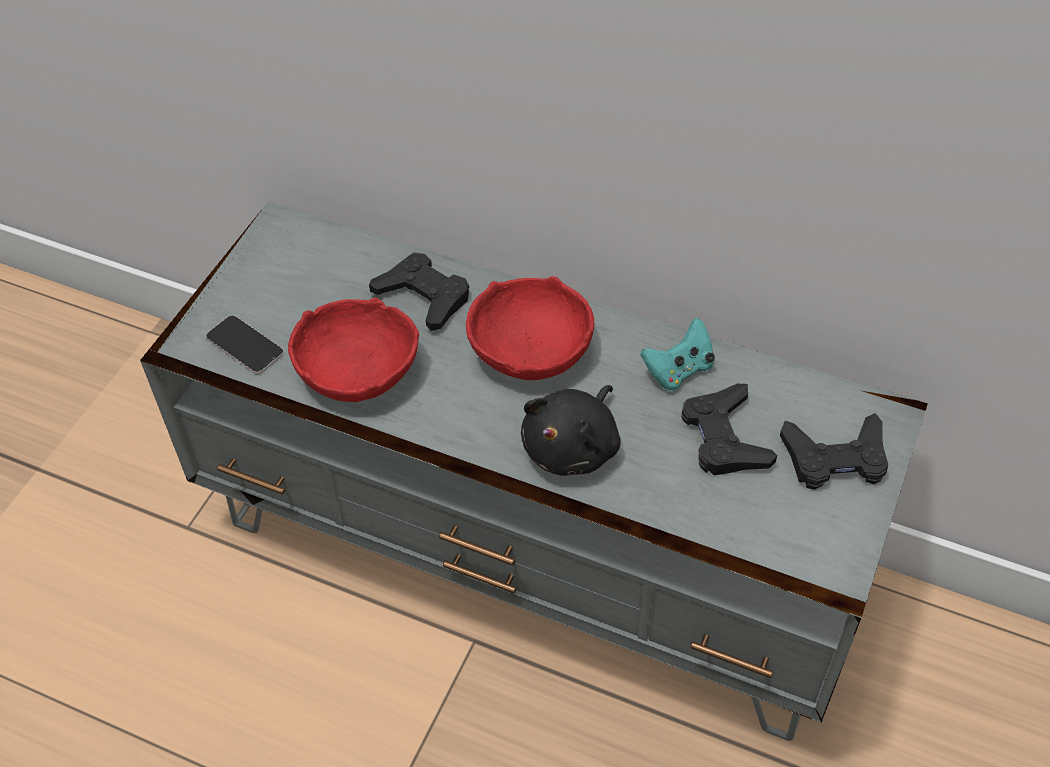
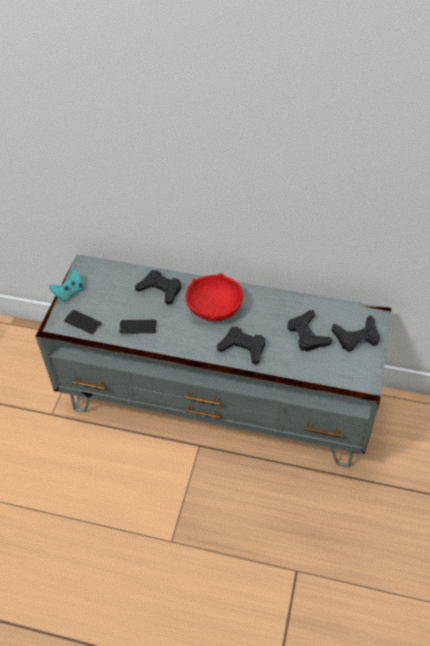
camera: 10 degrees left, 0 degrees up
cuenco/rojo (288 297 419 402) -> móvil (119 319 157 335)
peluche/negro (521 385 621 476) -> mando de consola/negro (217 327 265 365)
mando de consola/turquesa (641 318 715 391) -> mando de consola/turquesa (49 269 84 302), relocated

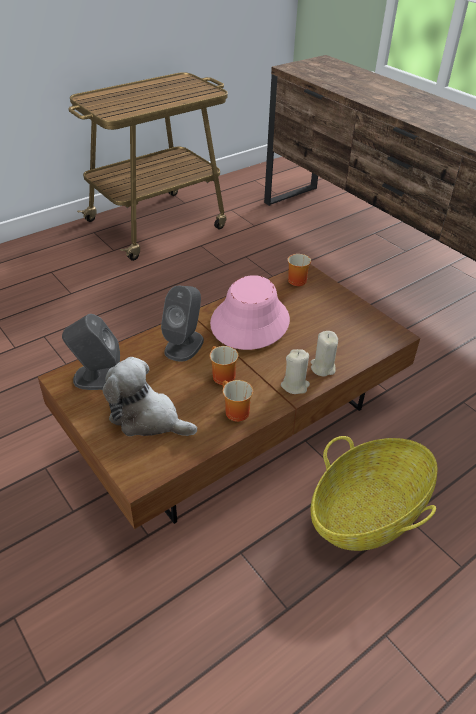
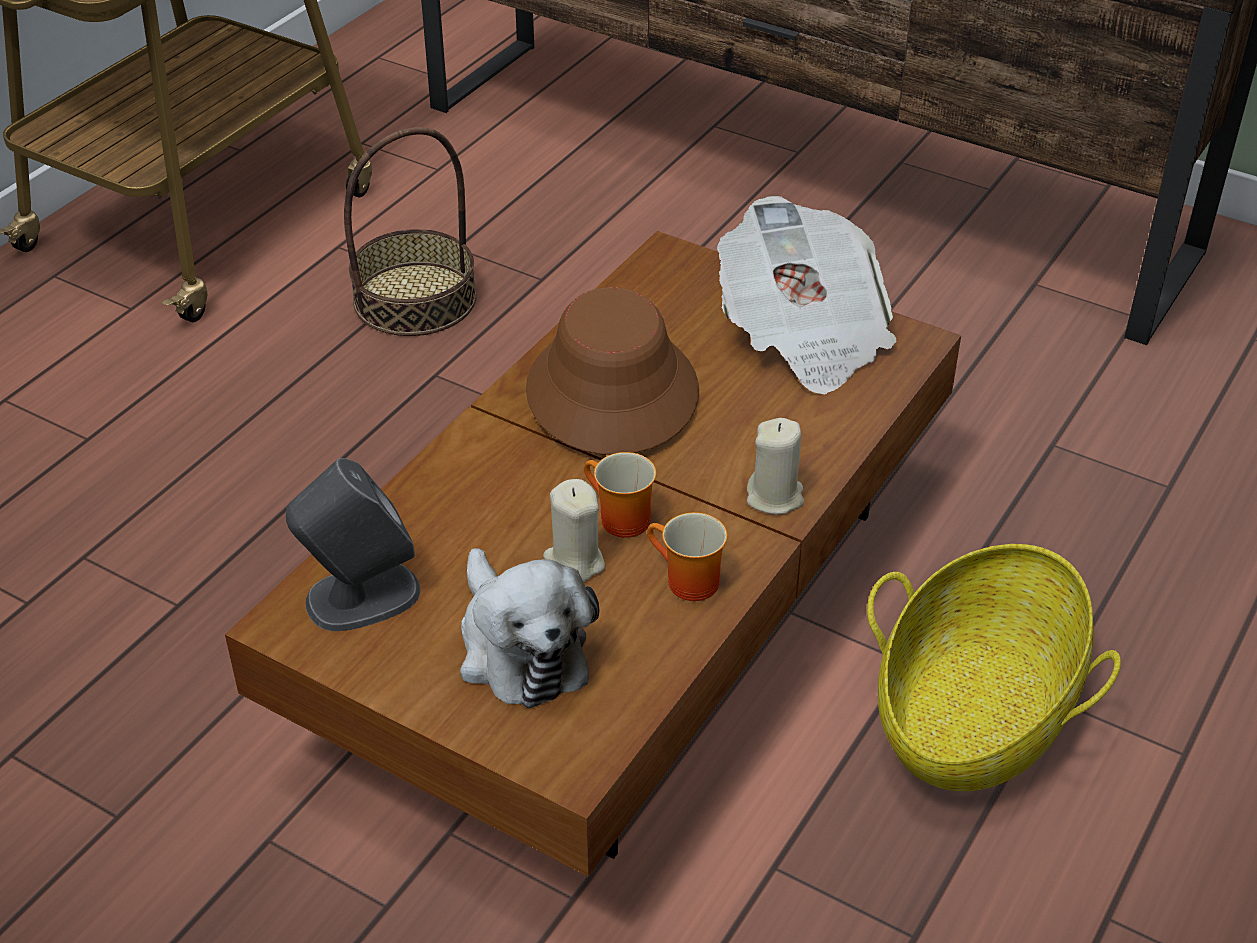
camera: 20 degrees left, 0 degrees up
peluche (102 357 197 436) -> peluche (460 548 599 708), 120 degrees counterclockwise
altavoz/gris (161 286 204 362) -> none
sombrero/rosa (210 275 290 350) -> sombrero/marrón (526 287 699 455)
taza grande (288 254 311 286) -> none
vela/beis (311 331 338 376) -> vela/beis (543 479 605 582), relocated
none -> cesta (344 127 477 336)
none -> periódico (717 196 897 395)

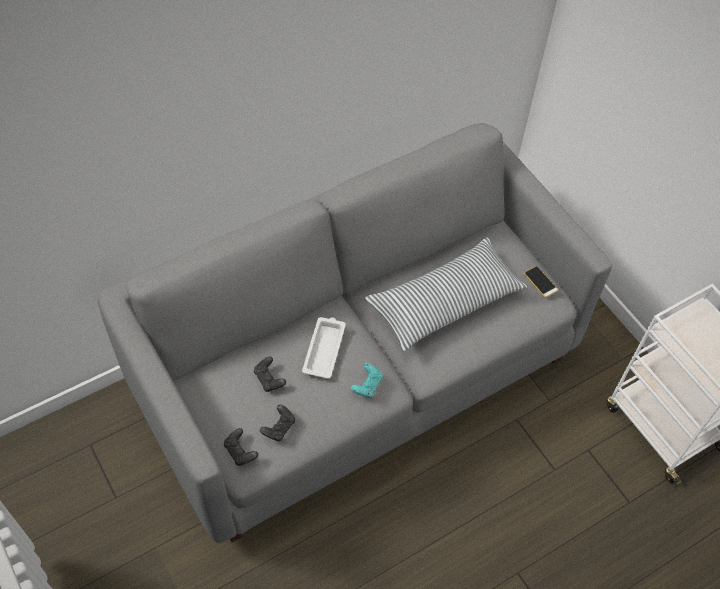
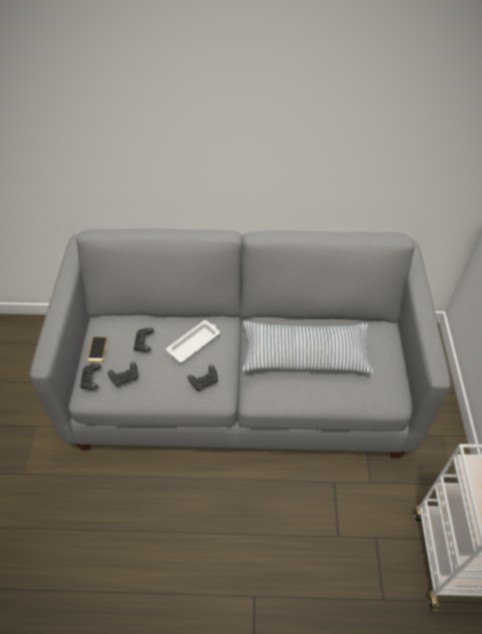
camera: 35 degrees right, 5 degrees down
mando de consola/turquesa (351 363 383 398) -> mando de consola/negro (187 365 218 391)
móvil (524 266 558 298) -> móvil (88 337 107 362), relocated

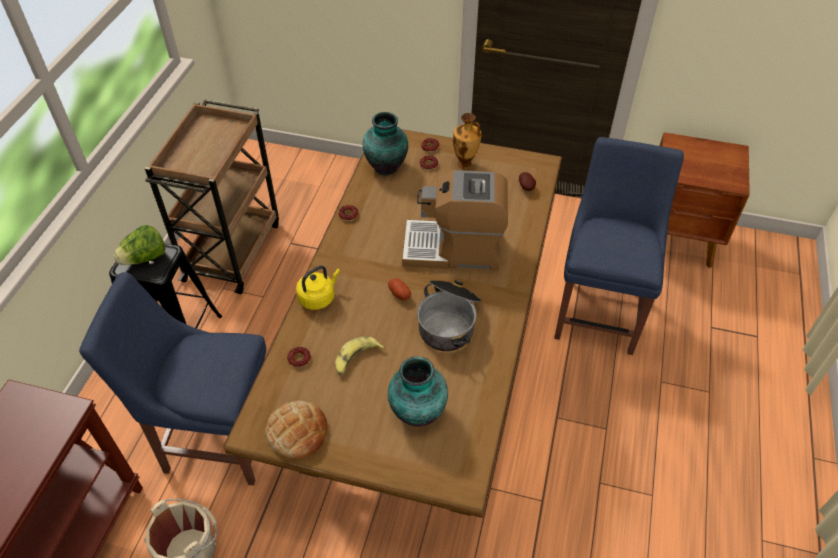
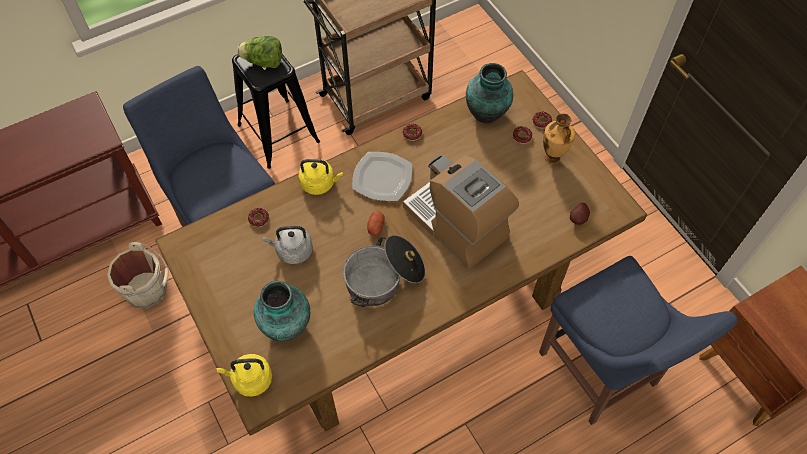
camera: 45 degrees right, 10 degrees up
pan (265 400 328 459) -> none
plátano (335 336 385 376) -> hervidor/gris (263 226 313 264)
silla/azul (554 137 684 355) -> silla/azul (539 256 738 425), 90 degrees clockwise
none -> hervidor/amarillo (217 354 272 397)
none -> plato (352 152 412 201)

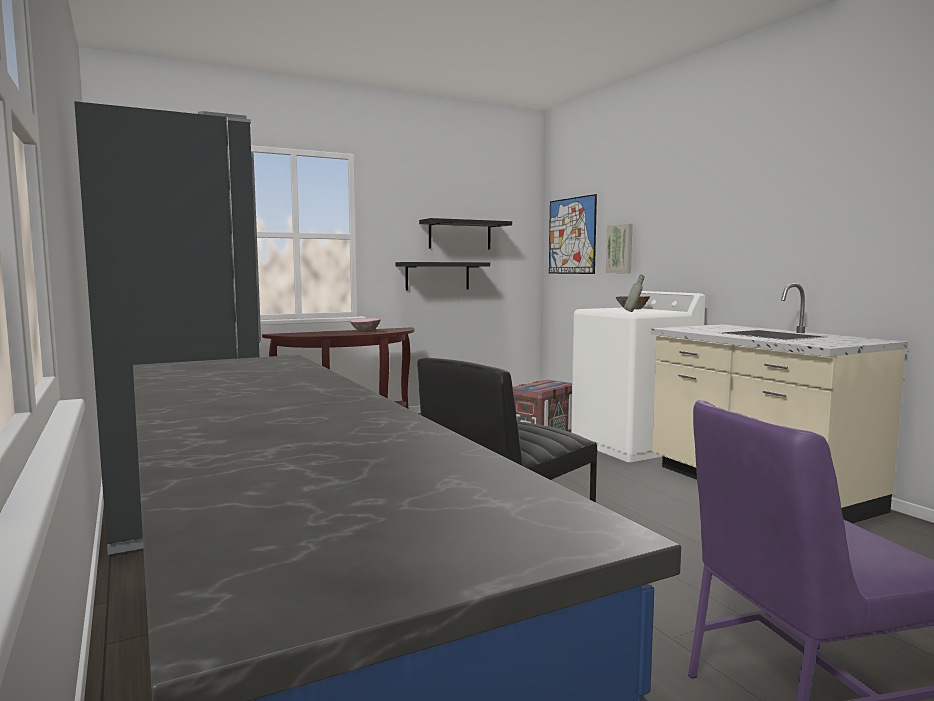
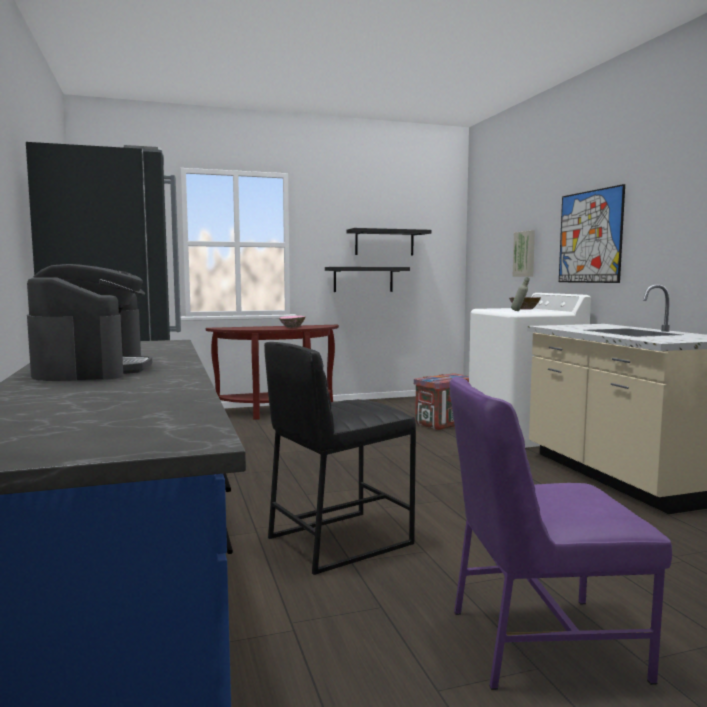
camera: 10 degrees right, 0 degrees up
cuadro (549 194 597 274) -> cuadro (559 184 625 283), relocated
none -> cafetera (27 264 152 381)

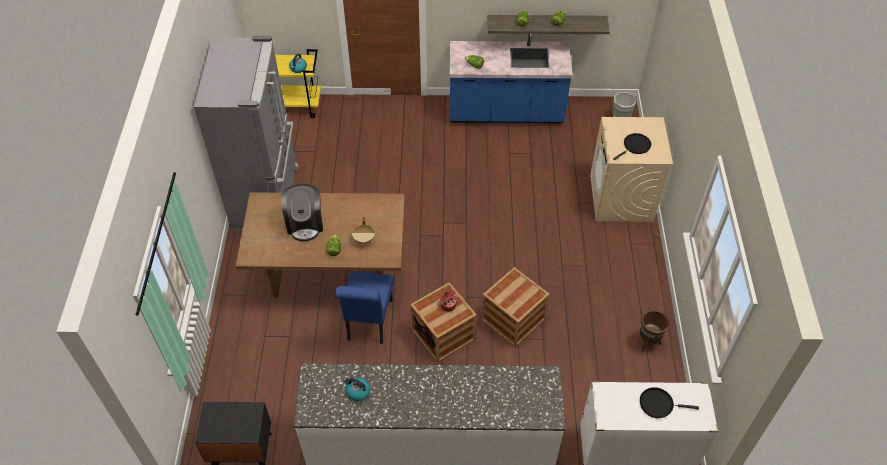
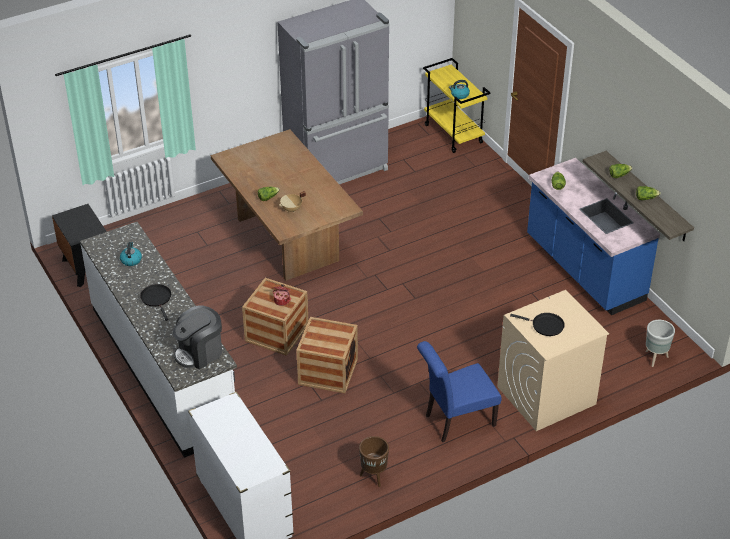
camera: 60 degrees right, 10 degrees down
cafetera (281 184 323 241) -> cafetera (173 305 222 369), relocated
silla/azul (335 271 394 344) -> silla/azul (417 341 502 442), relocated
sartén/negro (640 387 699 418) -> sartén/negro (140 284 171 321), relocated

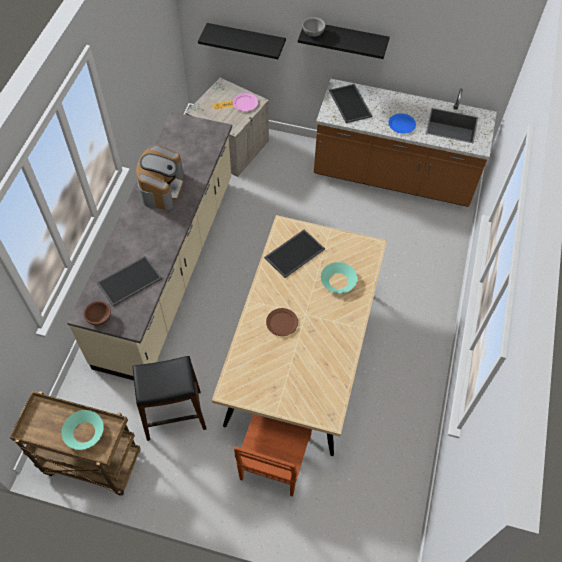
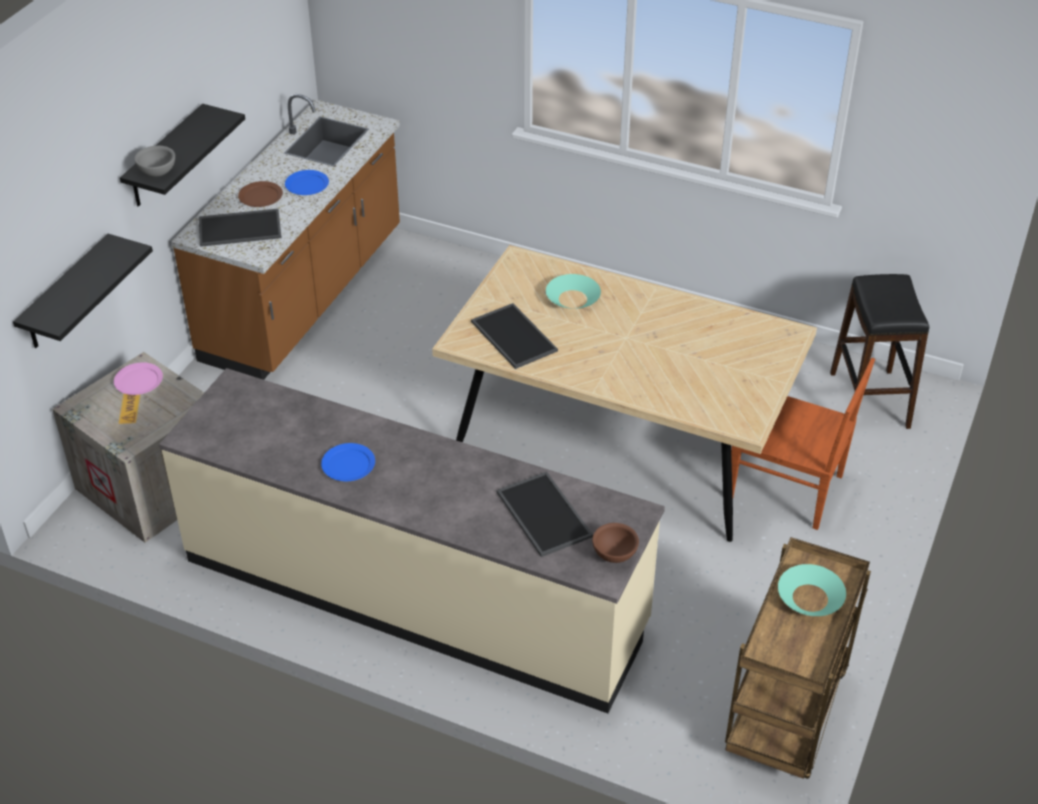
camera: 80 degrees left, 15 degrees down
taburete/negro (133 356 206 441) -> taburete/negro (830 274 929 429), relocated
cafetera (136 145 184 210) -> plato/azul (321 443 375 481)
plato/marrón (266 308 298 336) -> plato/marrón (238 181 283 207), relocated

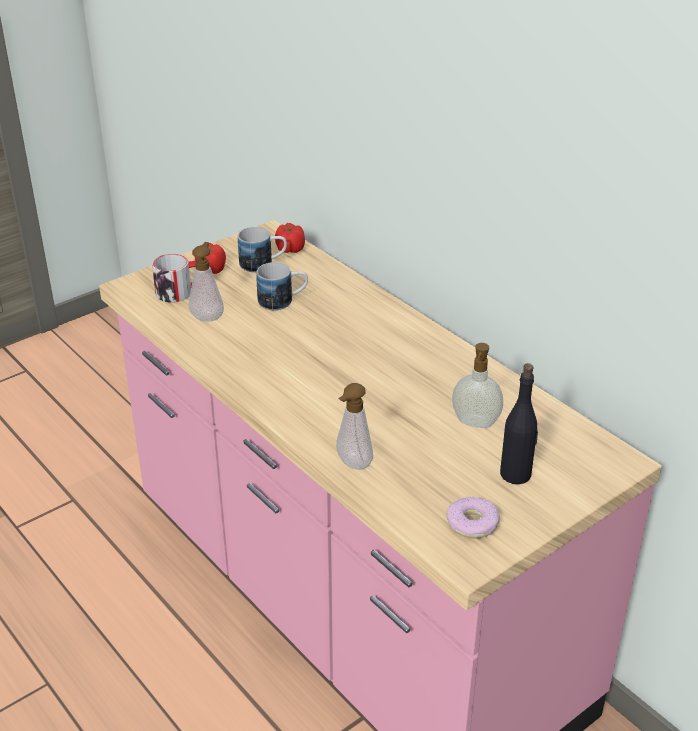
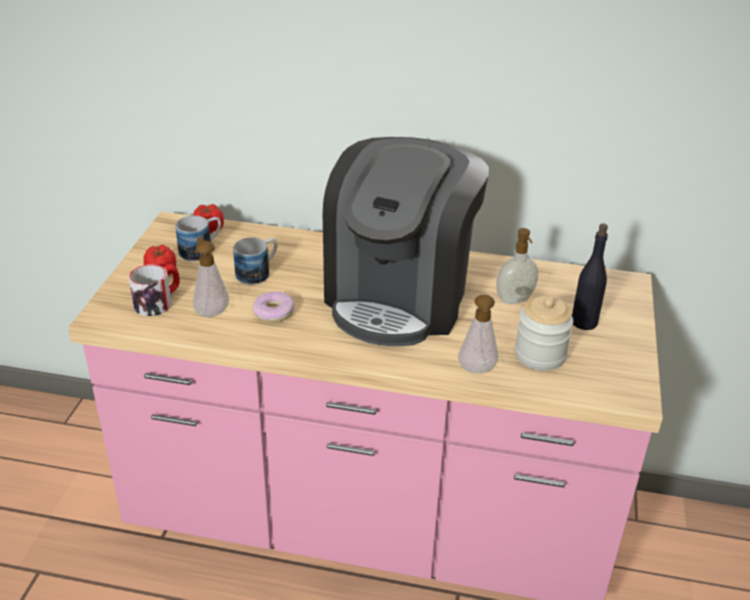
camera: 40 degrees left, 0 degrees up
rosquilla (446 497 500 539) -> rosquilla (252 291 294 322), relocated
none -> cafetera (323 137 489 346)
none -> tarro (515 296 573 371)

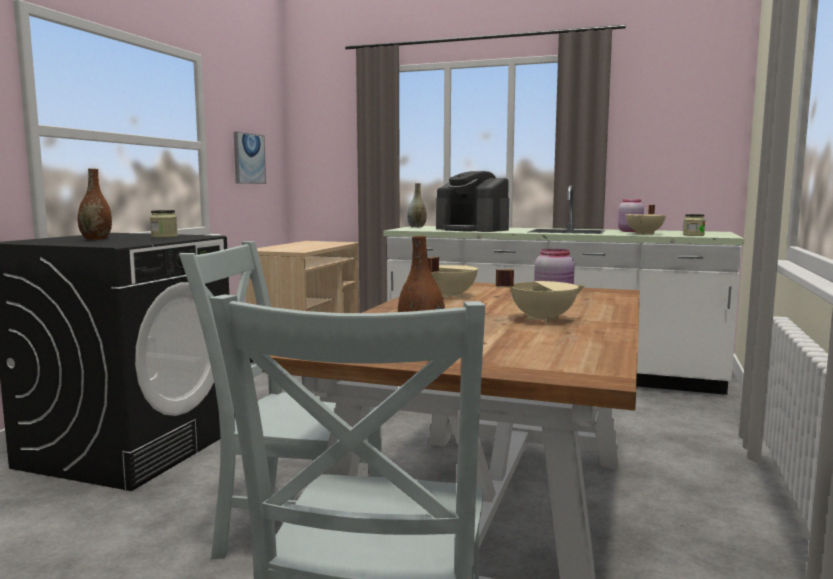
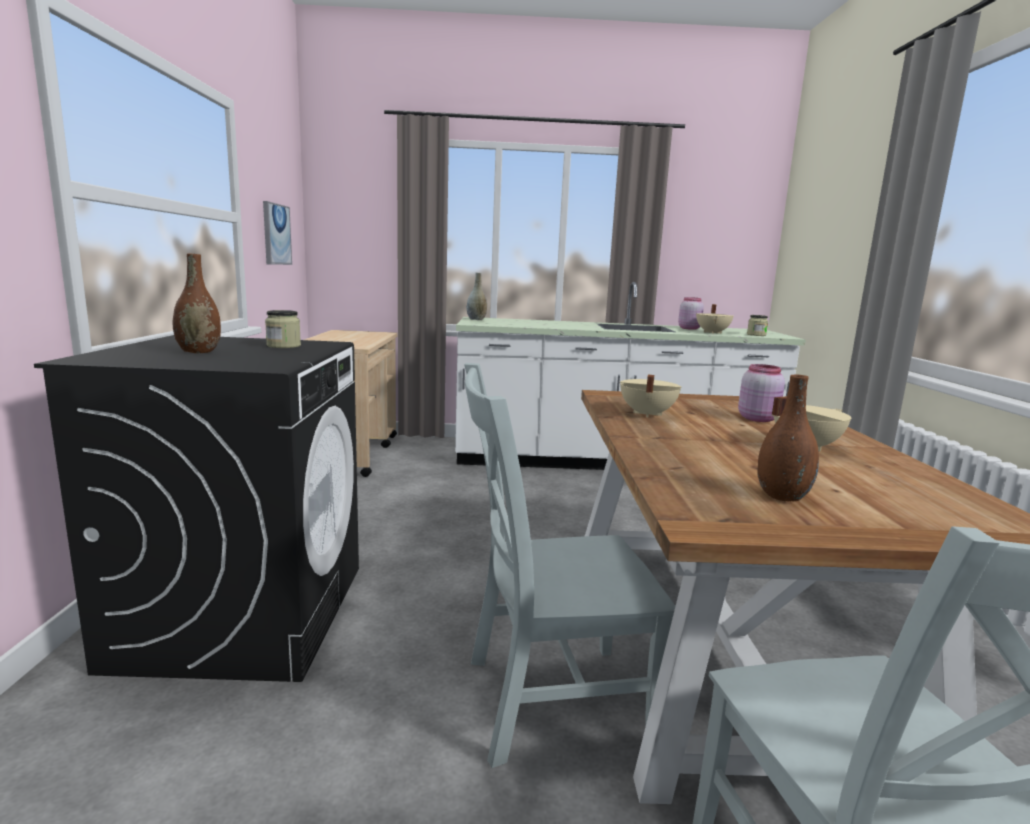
camera: 20 degrees left, 5 degrees up
cafetera (436 171 509 232) -> none

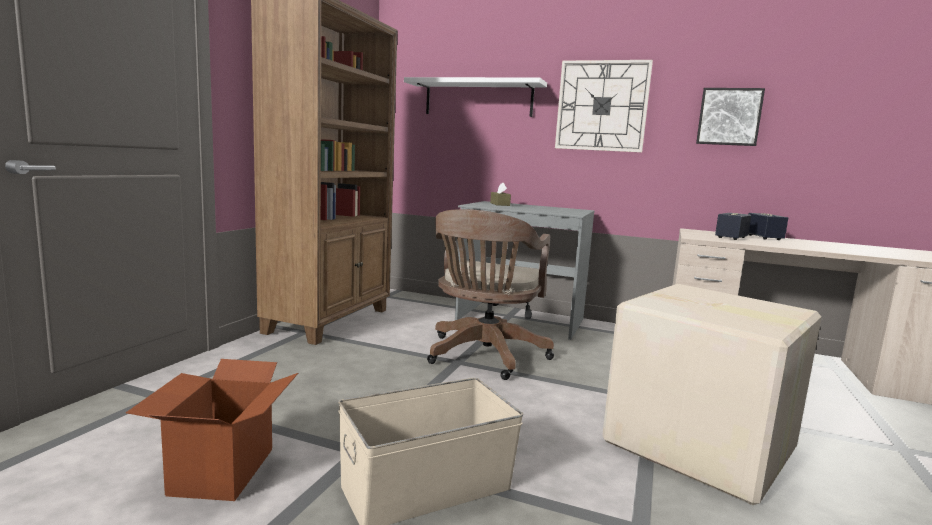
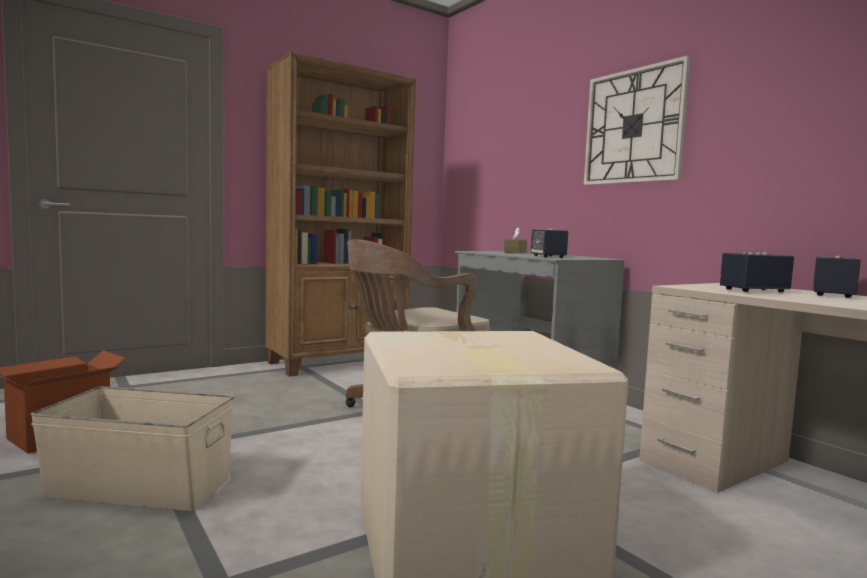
camera: 35 degrees right, 5 degrees down
estante/blanco (404 77 547 117) -> none
cuadro (696 88 765 146) -> none
none -> altavoz (531 229 568 258)

